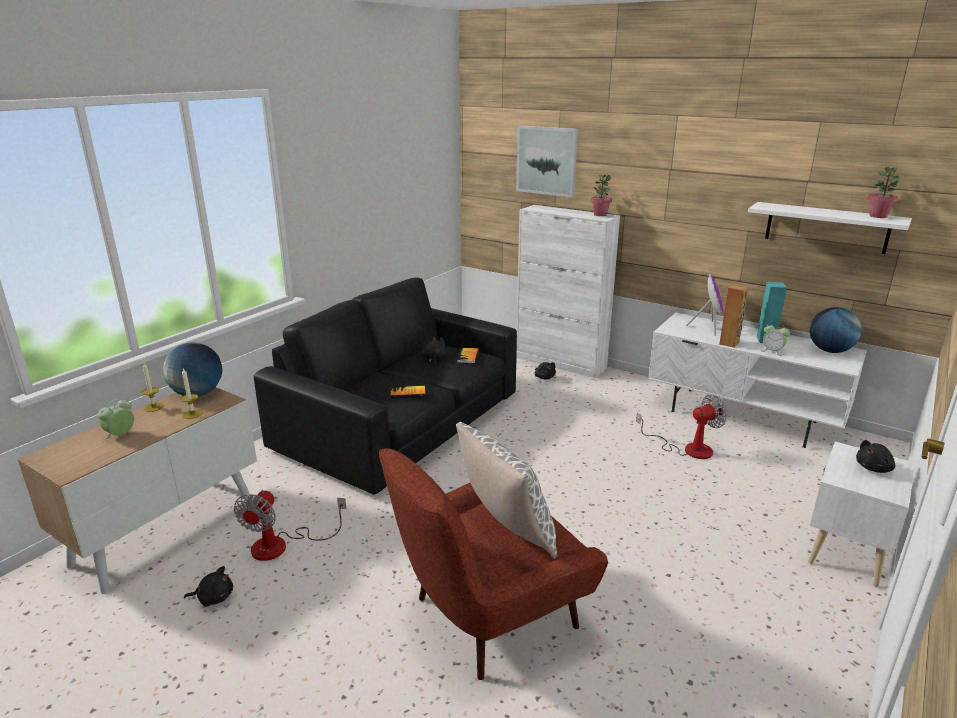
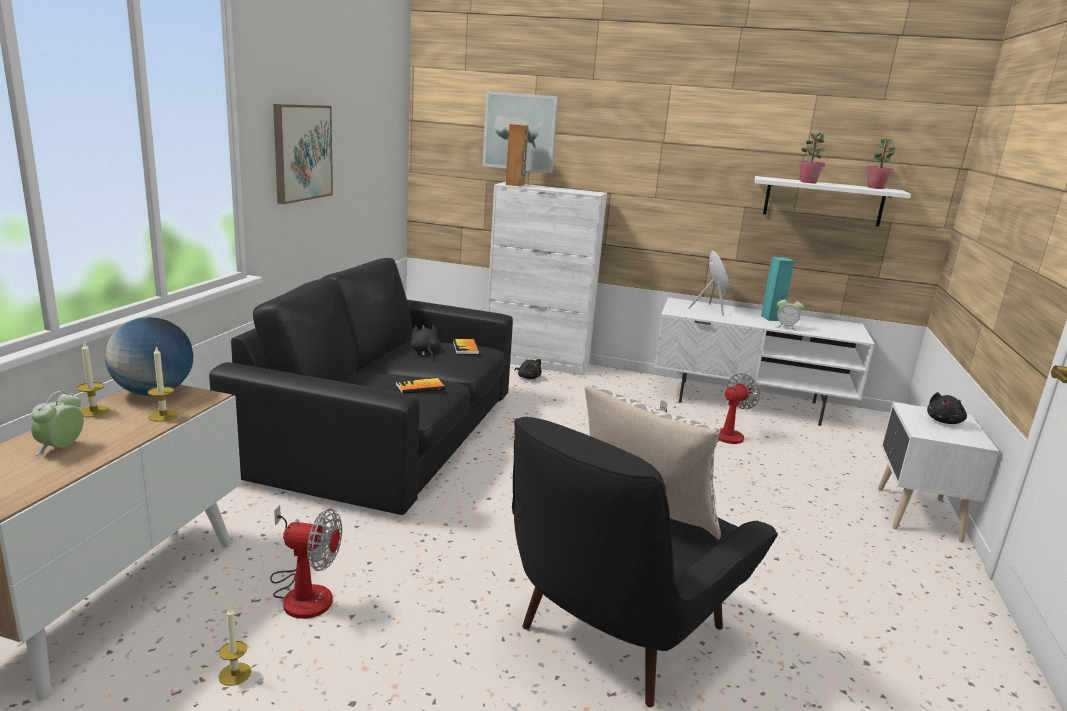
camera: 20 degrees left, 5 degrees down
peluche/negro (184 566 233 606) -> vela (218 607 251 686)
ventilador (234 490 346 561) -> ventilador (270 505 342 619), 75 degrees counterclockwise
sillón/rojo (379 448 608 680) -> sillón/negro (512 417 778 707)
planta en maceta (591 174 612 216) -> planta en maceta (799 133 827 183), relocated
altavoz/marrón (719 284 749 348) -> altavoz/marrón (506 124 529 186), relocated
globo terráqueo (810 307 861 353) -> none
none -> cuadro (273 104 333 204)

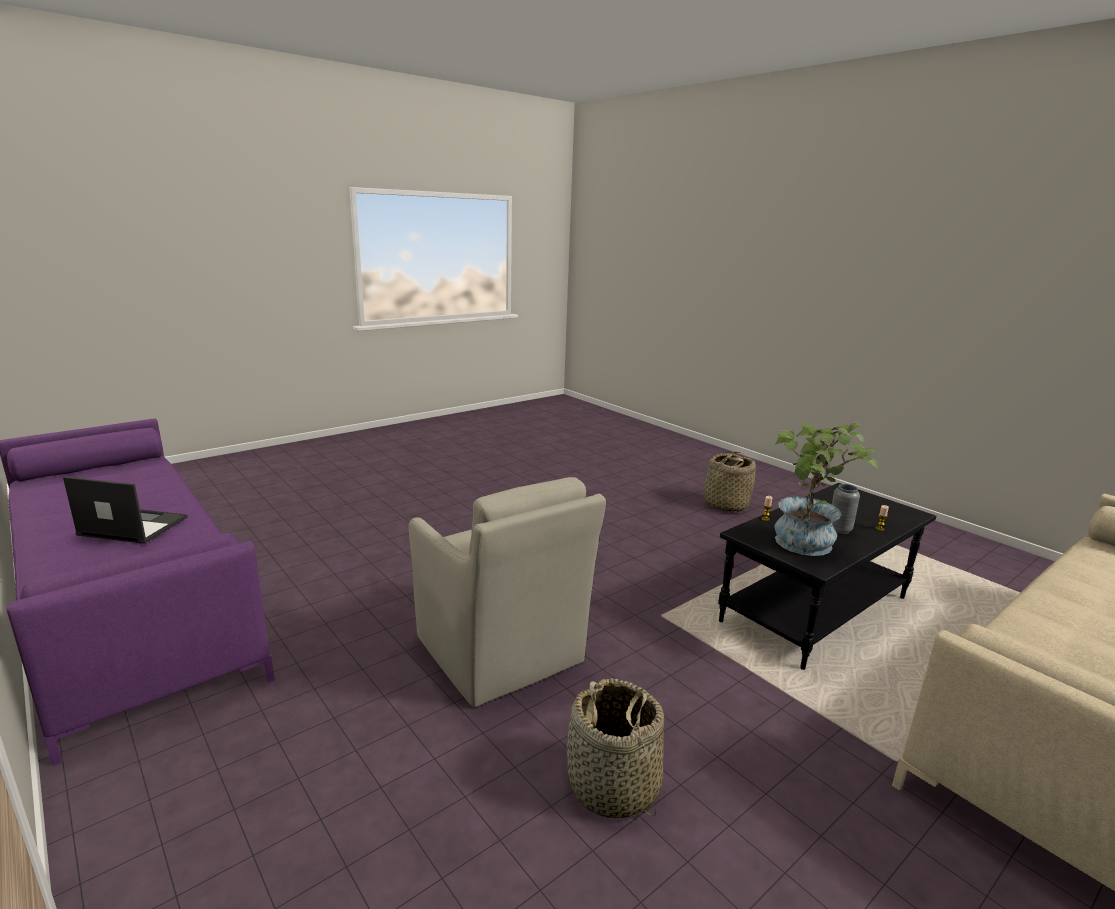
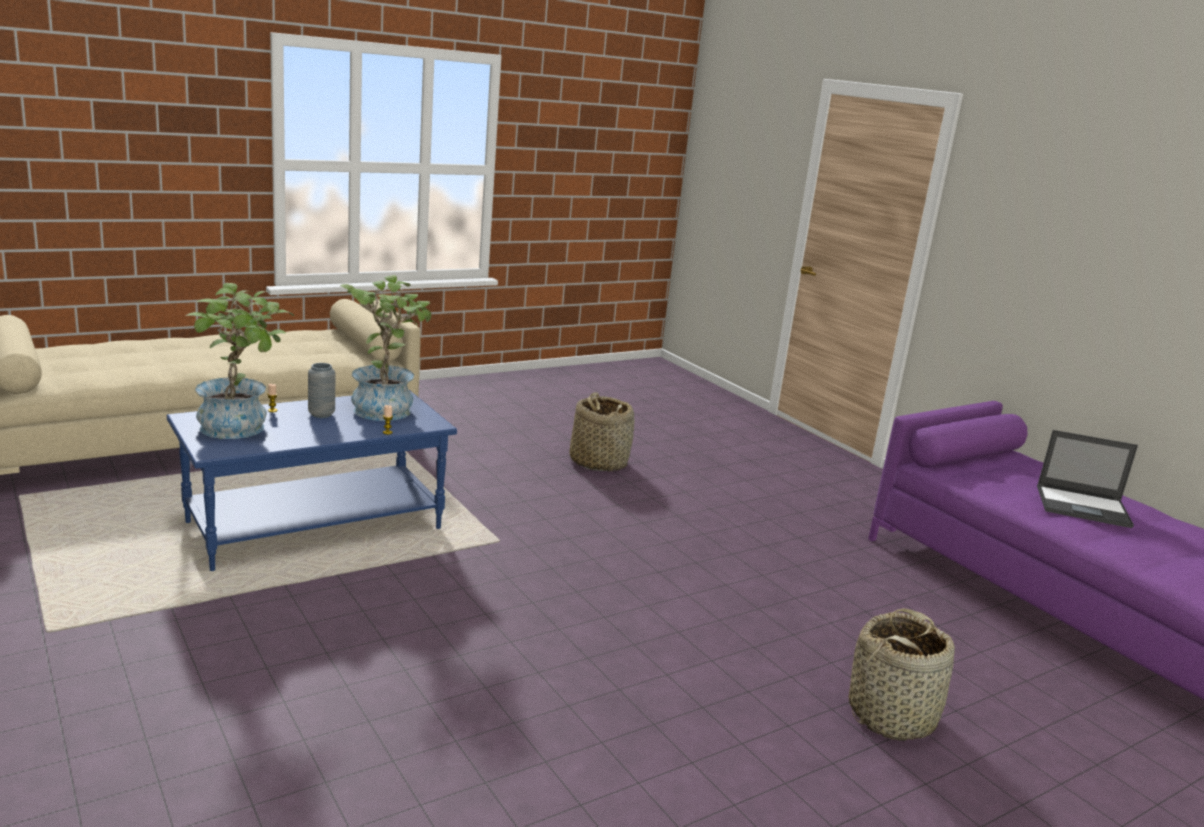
camera: 175 degrees left, 0 degrees up
sillón/beis (409 477 606 707) -> none
cesta (703 451 756 512) -> cesta (848 608 955 741), relocated
mesa de centro/negro (718 483 936 670) -> mesa de centro/azul (167 390 457 571)
none -> planta en maceta (185 283 294 439)

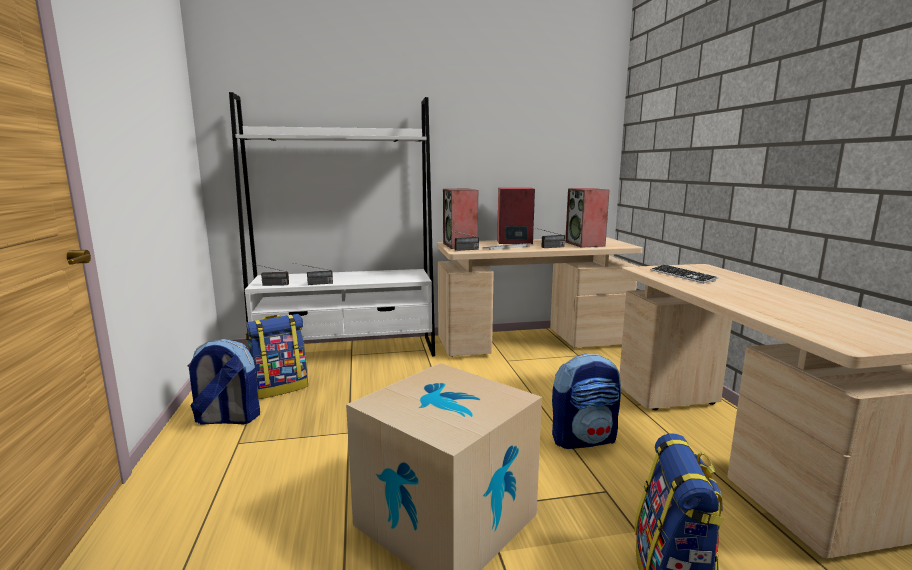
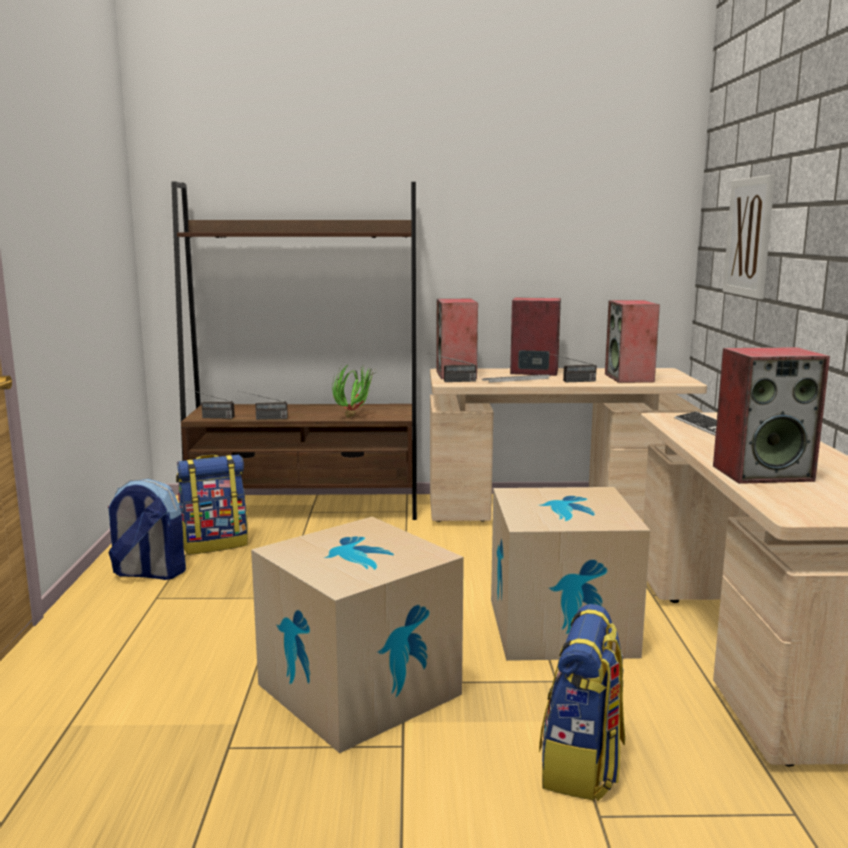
camera: 10 degrees right, 0 degrees up
estantería/blanco (229 92 435 357) -> estantería/marrón (171 181 417 520)
mochila (552 354 621 449) -> caja de cartón (491 487 650 661)
none -> planta en maceta (332 364 374 418)
none -> altavoz (713 347 830 484)
none -> cuadro (723 175 775 299)

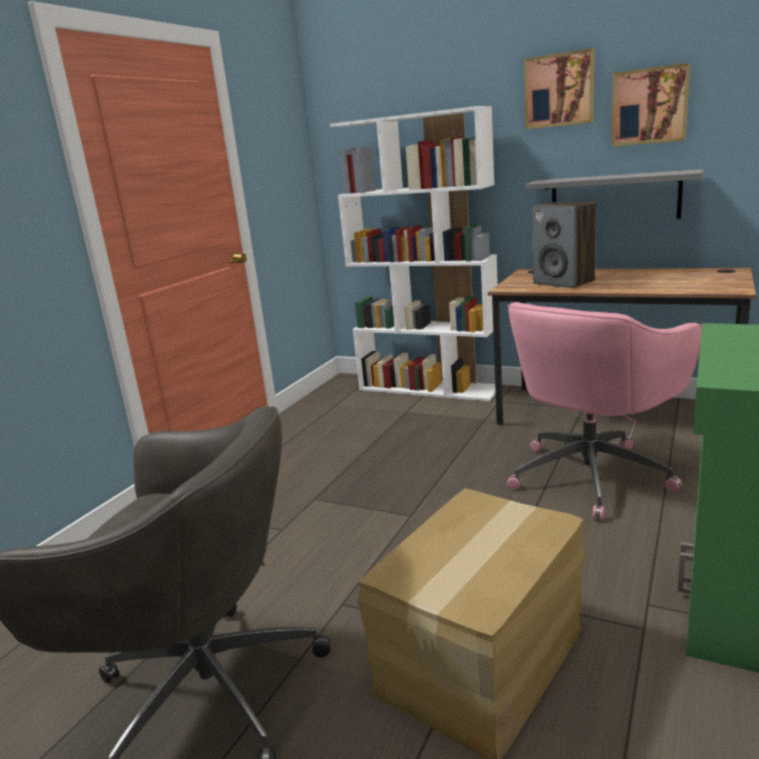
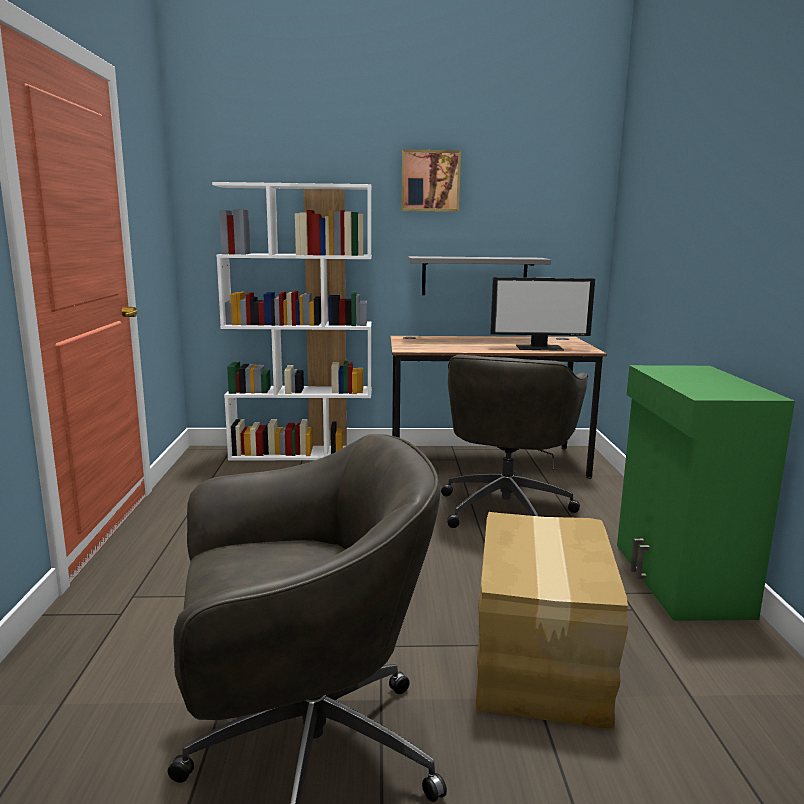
camera: 30 degrees left, 5 degrees down
silla de oficina/rosa (507 302 702 521) -> silla de oficina/gris (441 355 588 528)
altavoz (532 202 596 288) -> none
cuadro (611 63 690 147) -> none
none -> monitor (490 277 595 351)

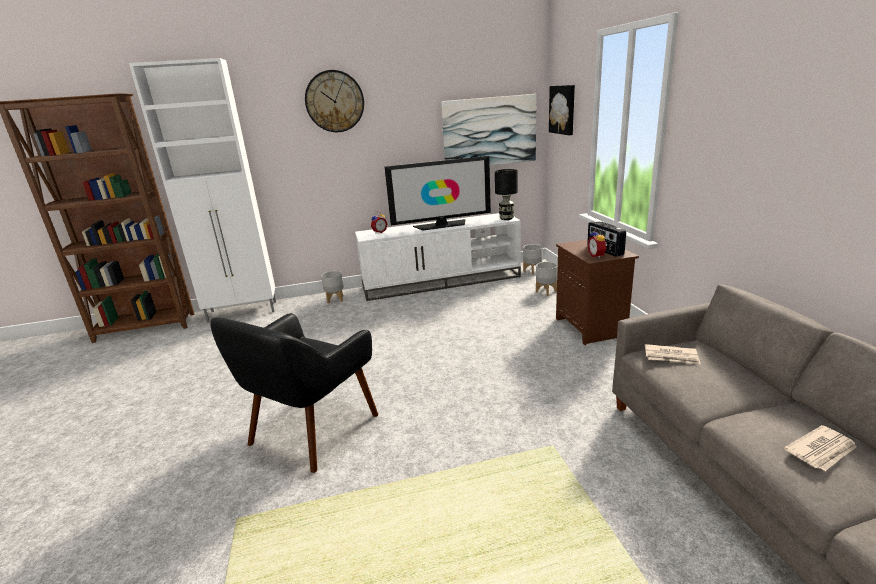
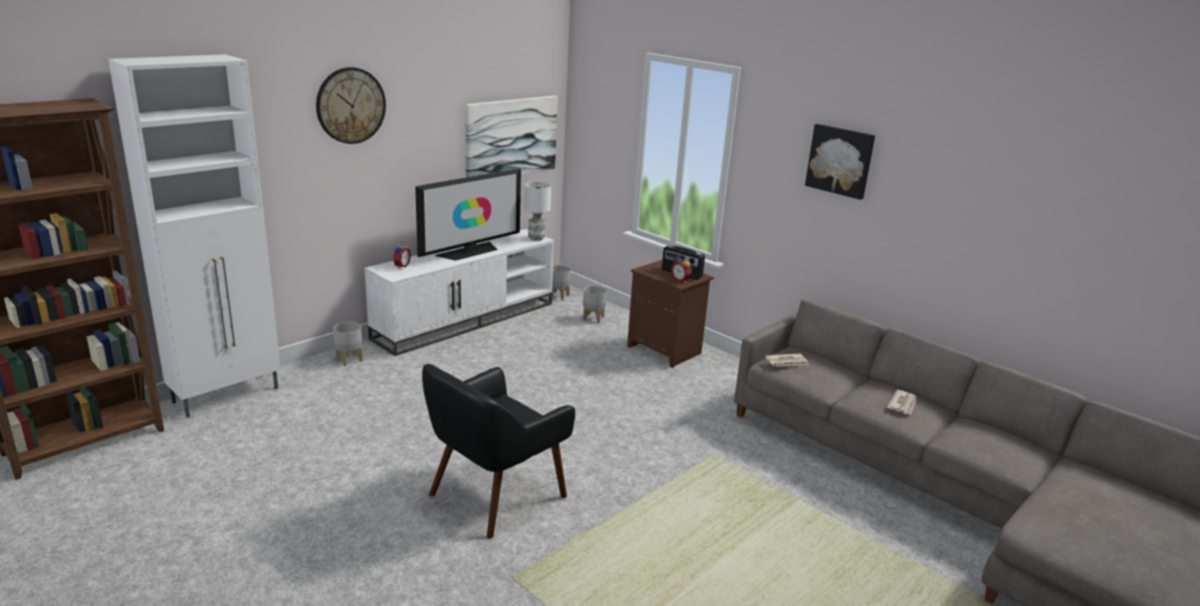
camera: 35 degrees left, 0 degrees up
sillón/negro (210 313 378 473) -> sillón/negro (422 364 575 539), 45 degrees clockwise
lámpara de mesa/negro (495 169 518 220) -> lámpara de mesa/blanco (524 182 551 241)
cuadro (549 85 575 135) -> cuadro (805 124 875 200), relocated

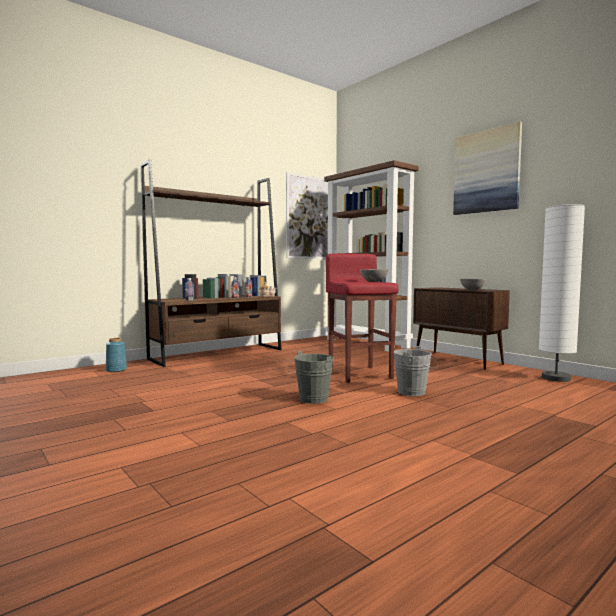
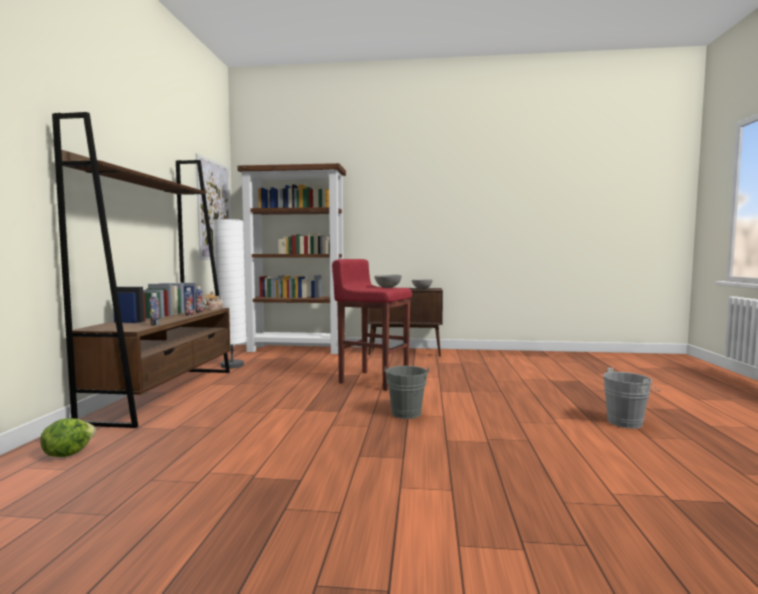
camera: 45 degrees left, 0 degrees up
florero/azul (106 338 127 372) -> lechuga (40 418 96 457)
cubo/gris (393 346 438 396) -> cubo/gris (603 368 660 429), relocated
cuadro (453 122 522 215) -> none
lámpara de pie/blanco (539 204 585 382) -> lámpara de pie/blanco (212 219 246 369), relocated

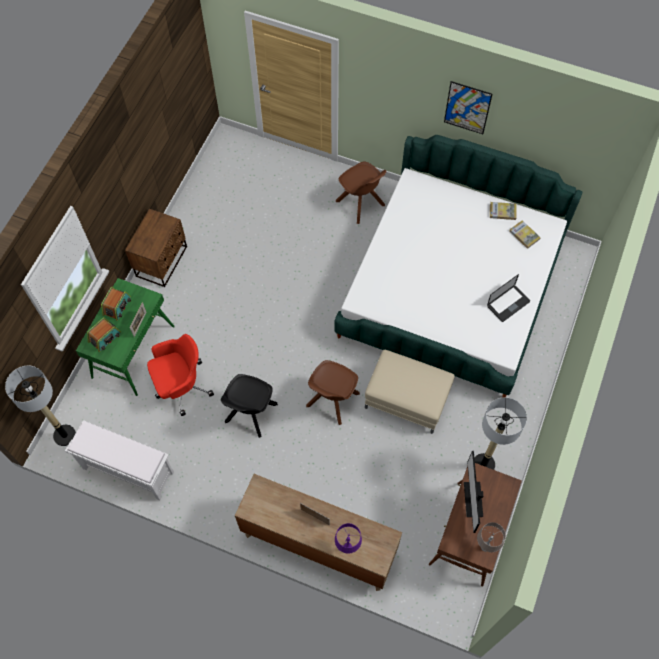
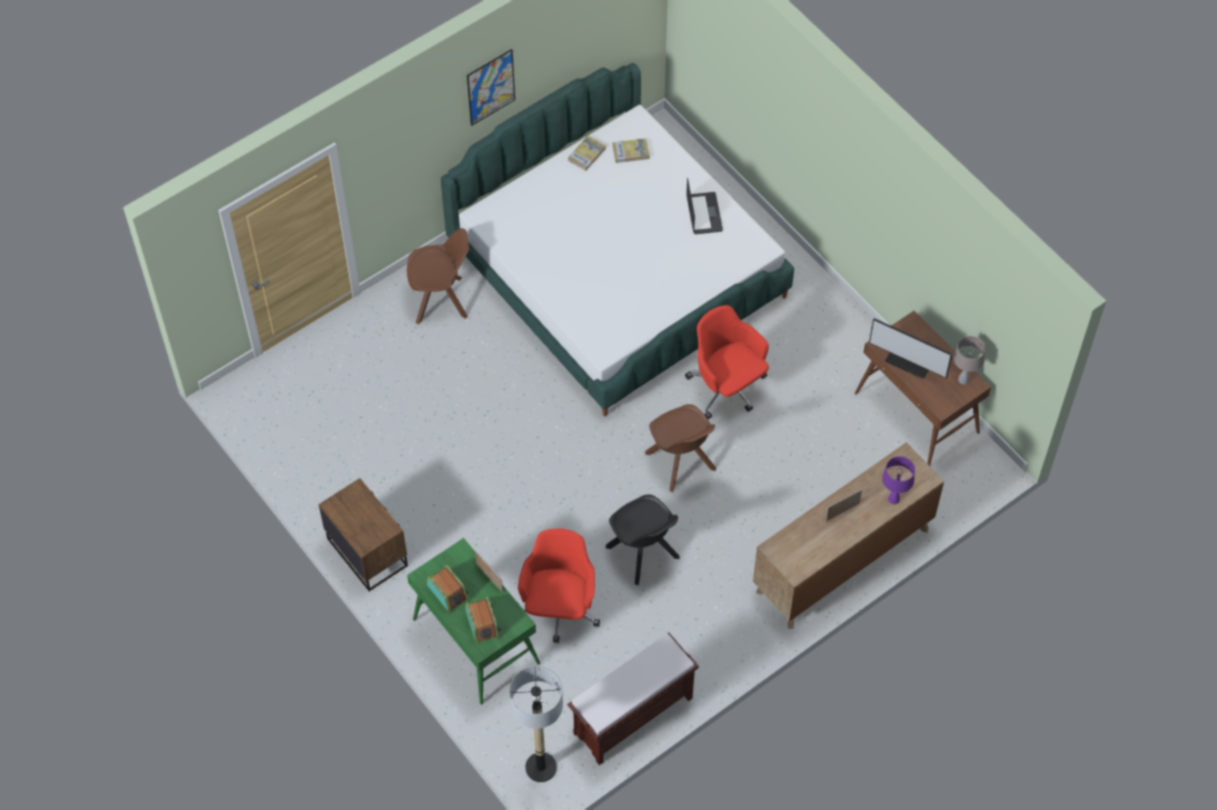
camera: 60 degrees left, 5 degrees down
banco/blanco (65 420 174 500) -> banco/marrón (567 633 699 765)
puf/beis (365 350 455 434) -> silla de oficina/rojo (685 305 769 419)
lámpara de pie (474 397 527 470) -> none

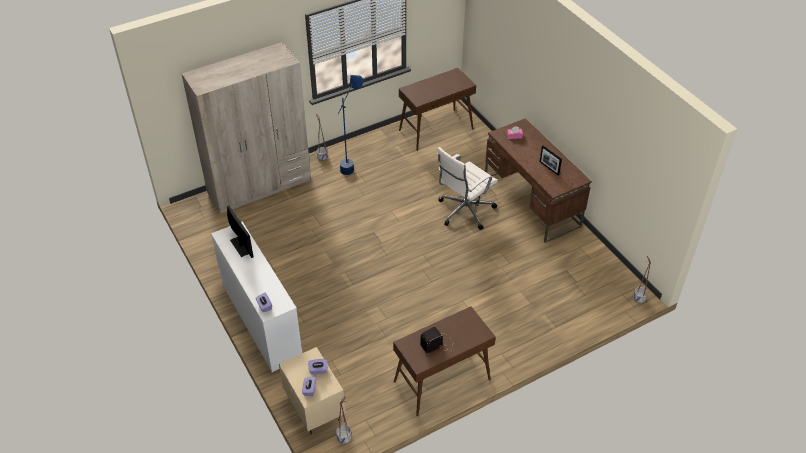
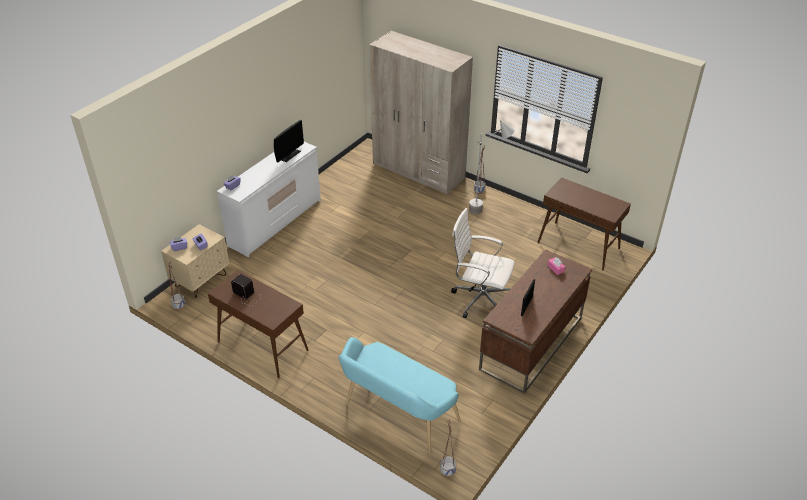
camera: 65 degrees right, 5 degrees down
lámpara de pie/azul (338 75 364 175) -> lámpara de pie/gris (469 120 515 214)
none -> banco/turquesa (338 337 461 453)

